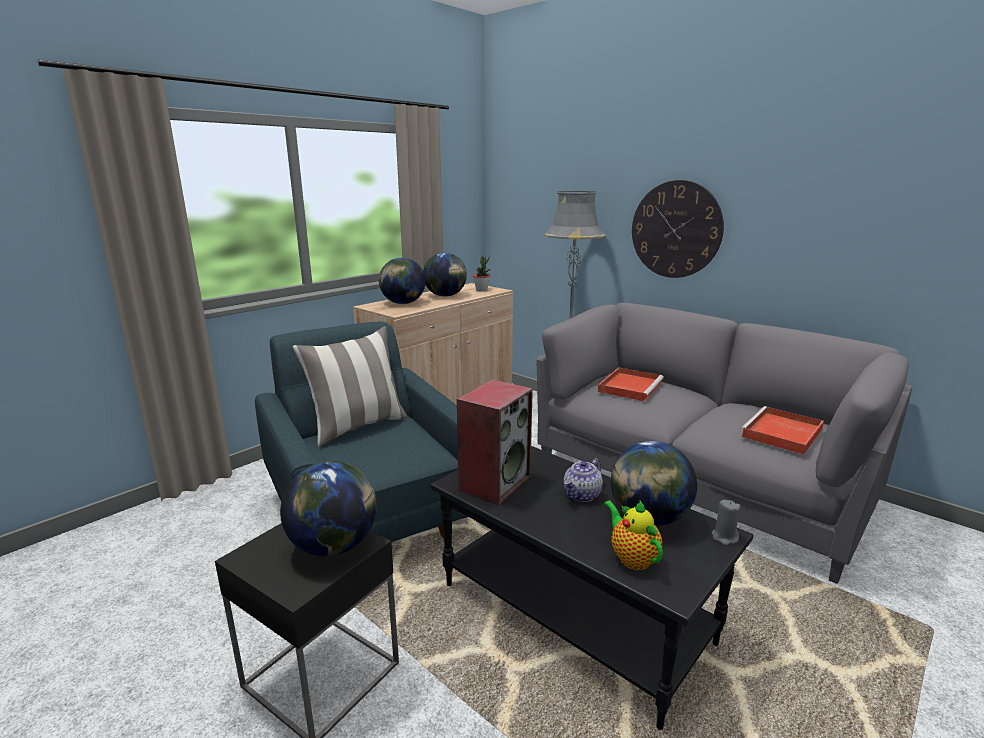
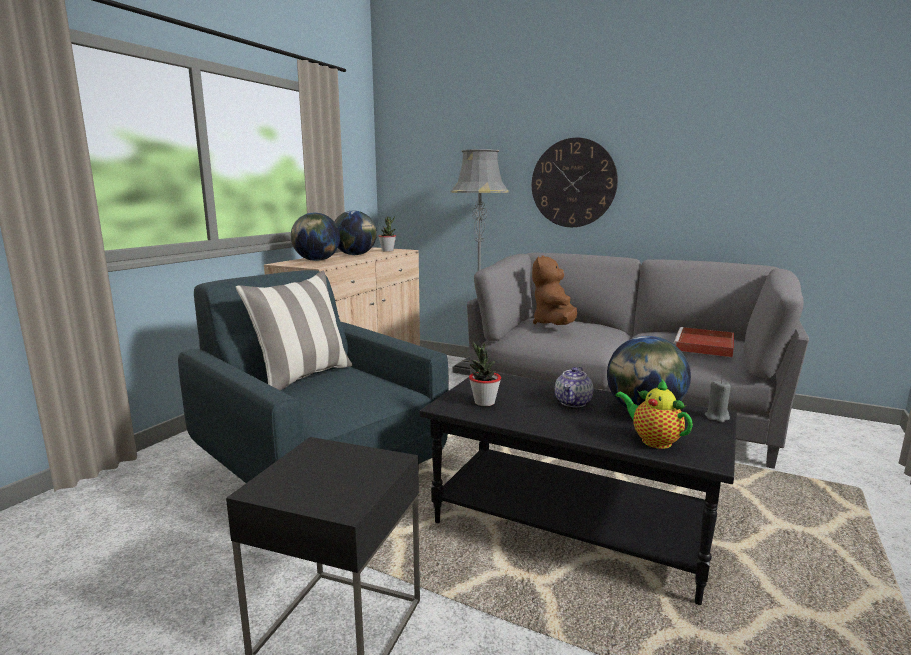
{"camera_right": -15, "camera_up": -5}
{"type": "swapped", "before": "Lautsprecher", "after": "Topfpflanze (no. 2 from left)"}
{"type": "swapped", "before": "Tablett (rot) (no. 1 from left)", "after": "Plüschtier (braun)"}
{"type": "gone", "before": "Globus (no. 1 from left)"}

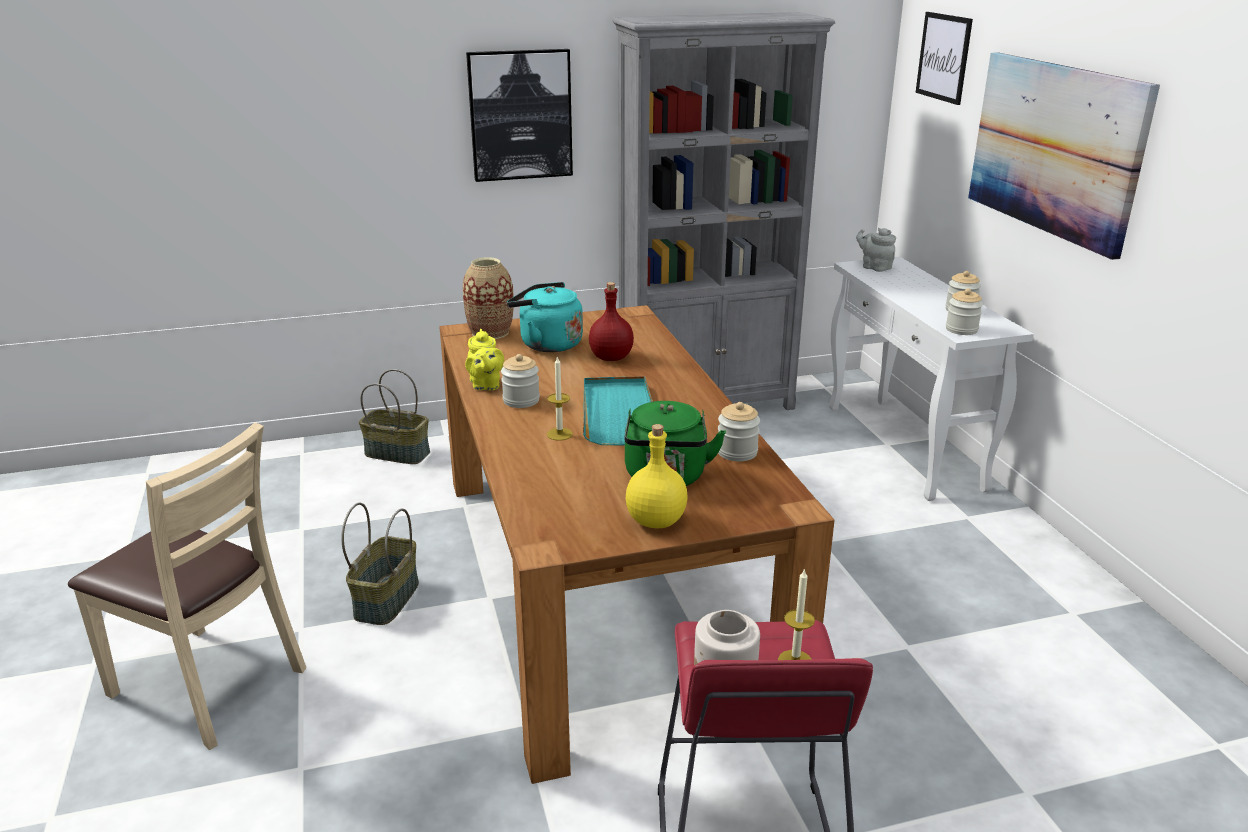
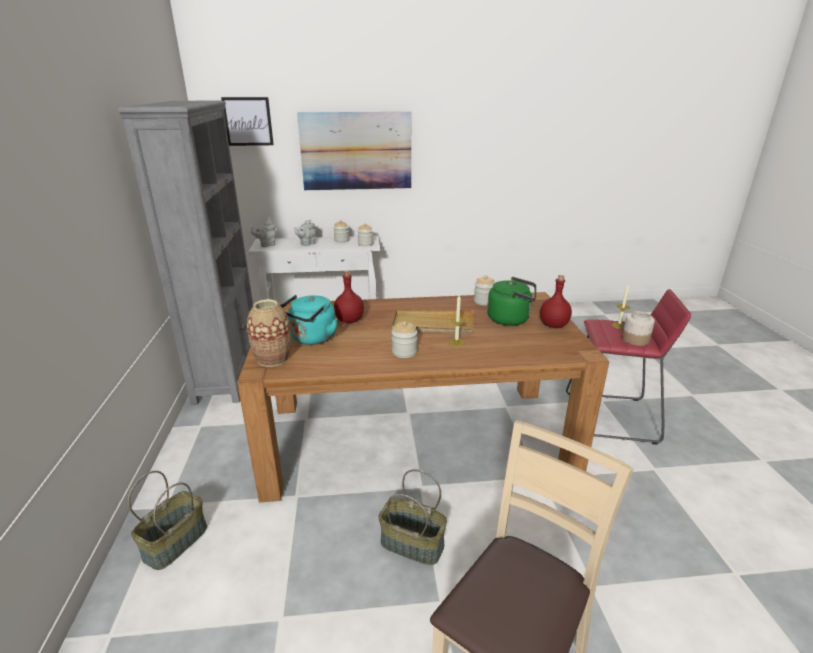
{"camera_right": -80, "camera_up": 0}
{"type": "new", "after": "Teekanne (grau) (no. 2 from left)"}
{"type": "repainted", "before": "Tablett (türkis)", "after": "Tablett (beige)"}
{"type": "repainted", "before": "Flasche (gelb)", "after": "Flasche (rot) (no. 2 from left)"}
{"type": "gone", "before": "Teekanne (gelb)"}
{"type": "gone", "before": "Bild (no. 1 from left)"}

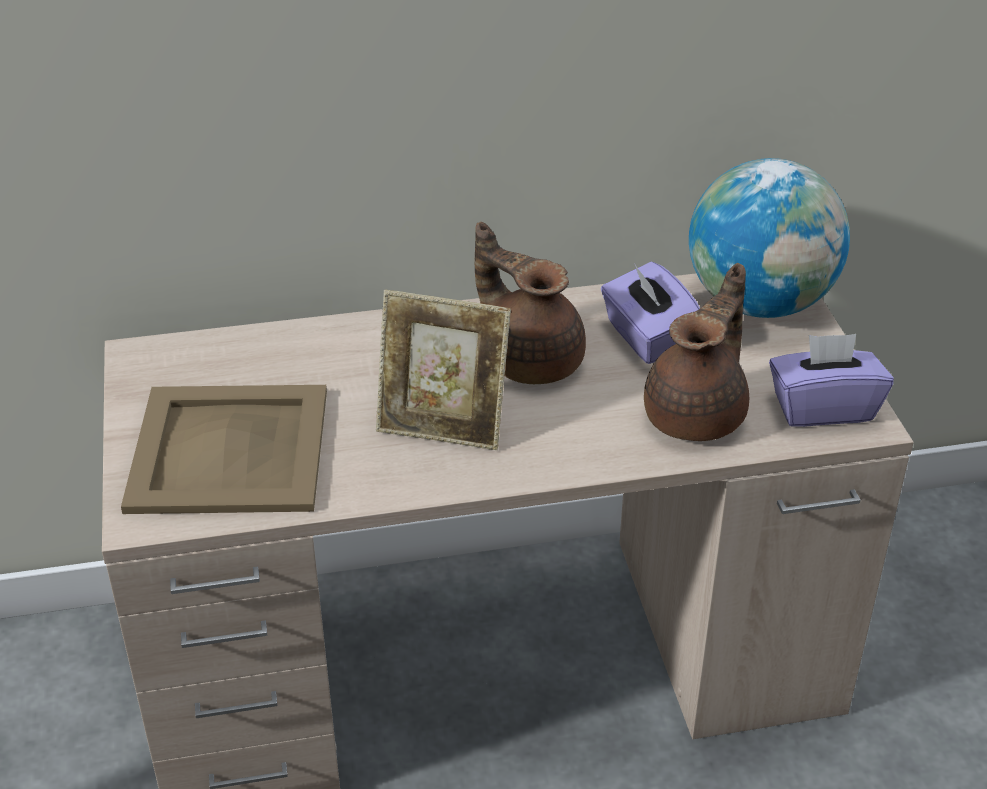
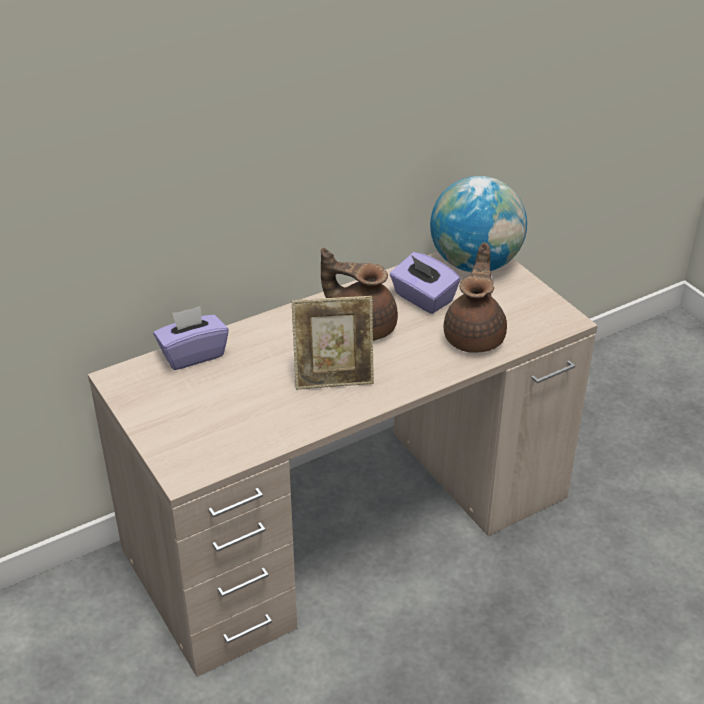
{"camera_right": -20, "camera_up": 0}
{"type": "shifted", "before": "Taschentuchbox (lila) (no. 2 from left in the first image)", "after": "Taschentuchbox (lila) (no. 1 from left)"}
{"type": "gone", "before": "Tablett (beige)"}

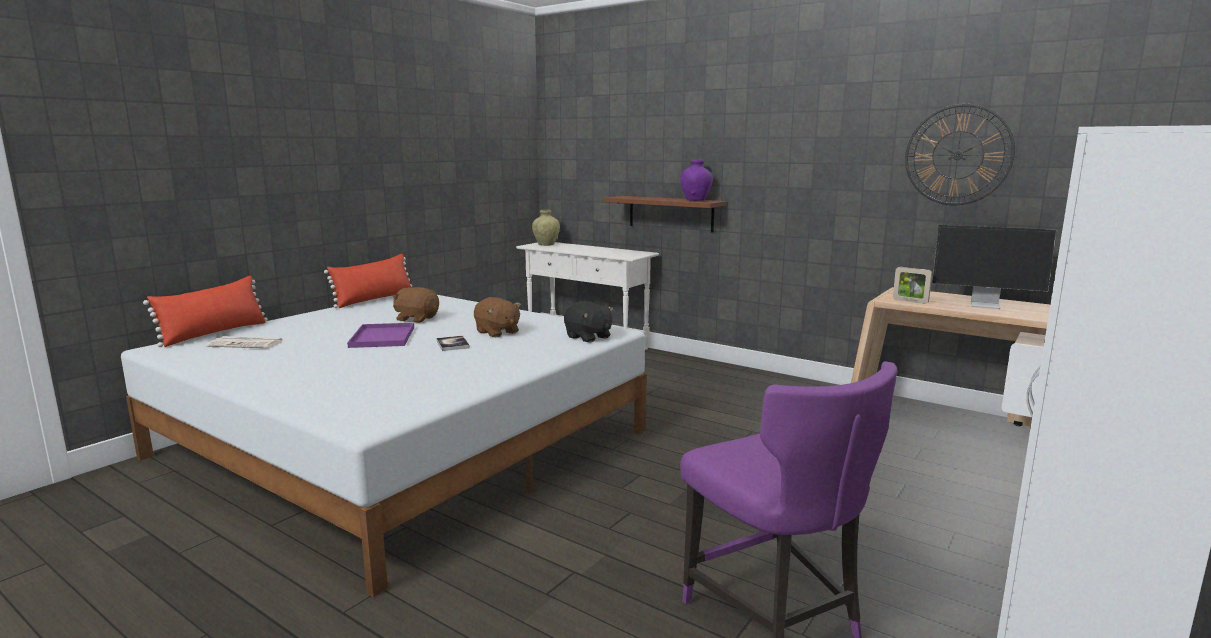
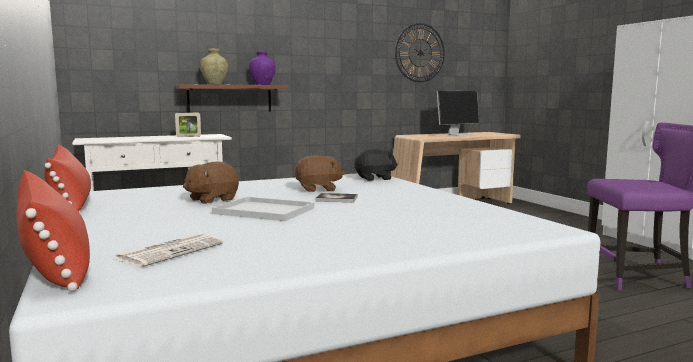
{"camera_right": -60, "camera_up": -5}
{"type": "shifted", "before": "Bilderrahmen"}
{"type": "shifted", "before": "Vase (beige)"}
{"type": "repainted", "before": "Tablett (lila)", "after": "Tablett (weiß)"}

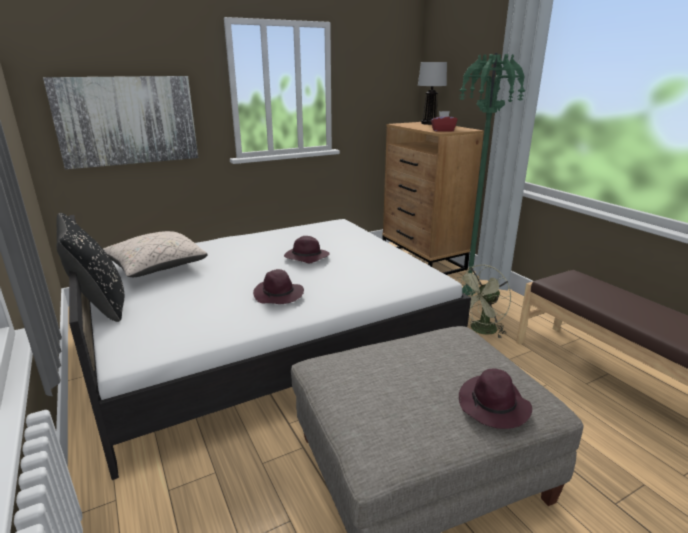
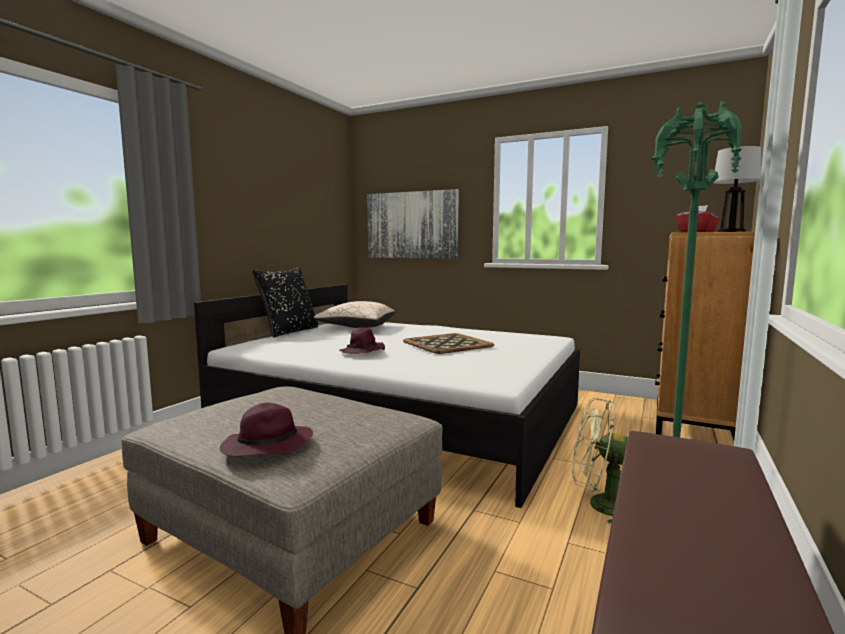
{"camera_right": 55, "camera_up": -15}
{"type": "swapped", "before": "Hut (lila) (no. 2 from left)", "after": "Tablett"}

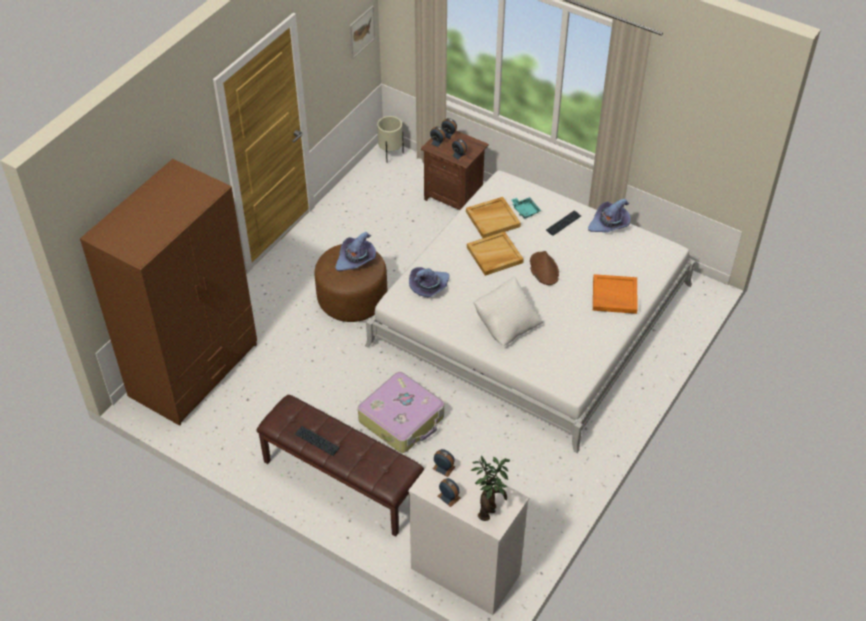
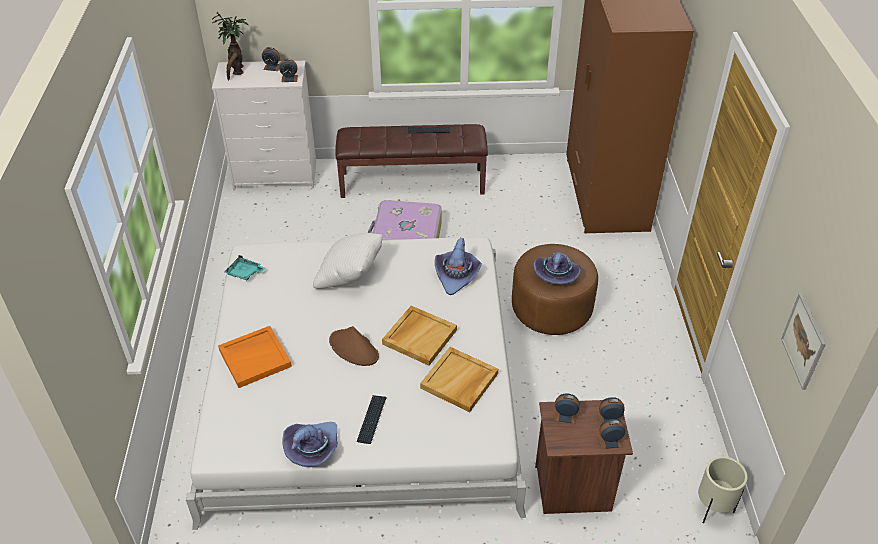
{"camera_right": 145, "camera_up": -5}
{"type": "shifted", "before": "Tablett (türkis)"}

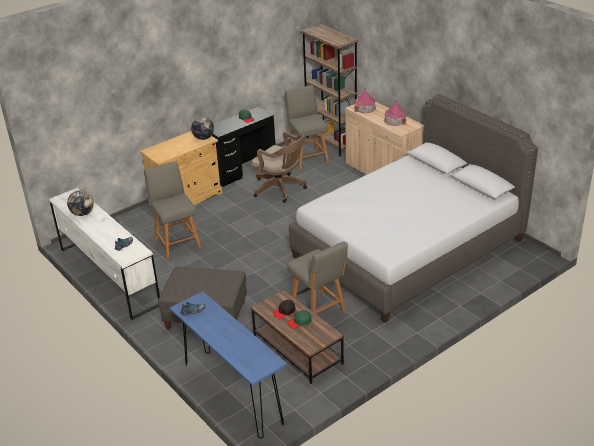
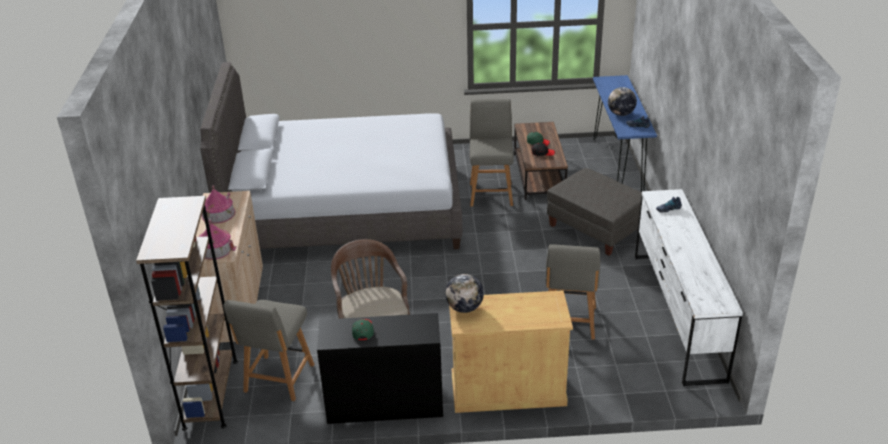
{"camera_right": -145, "camera_up": 0}
{"type": "shifted", "before": "Globus (no. 1 from left in the first image)", "after": "Globus (no. 2 from left)"}

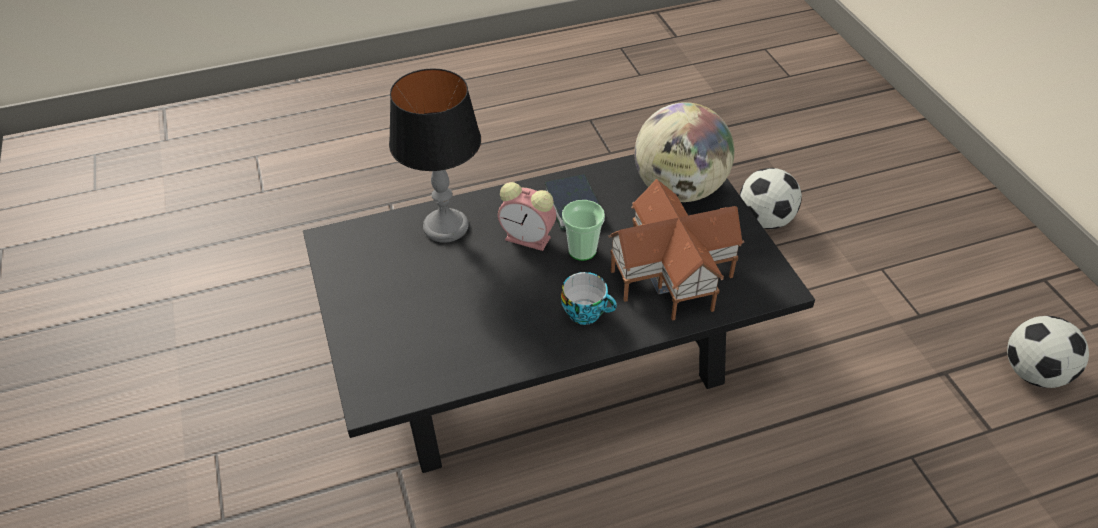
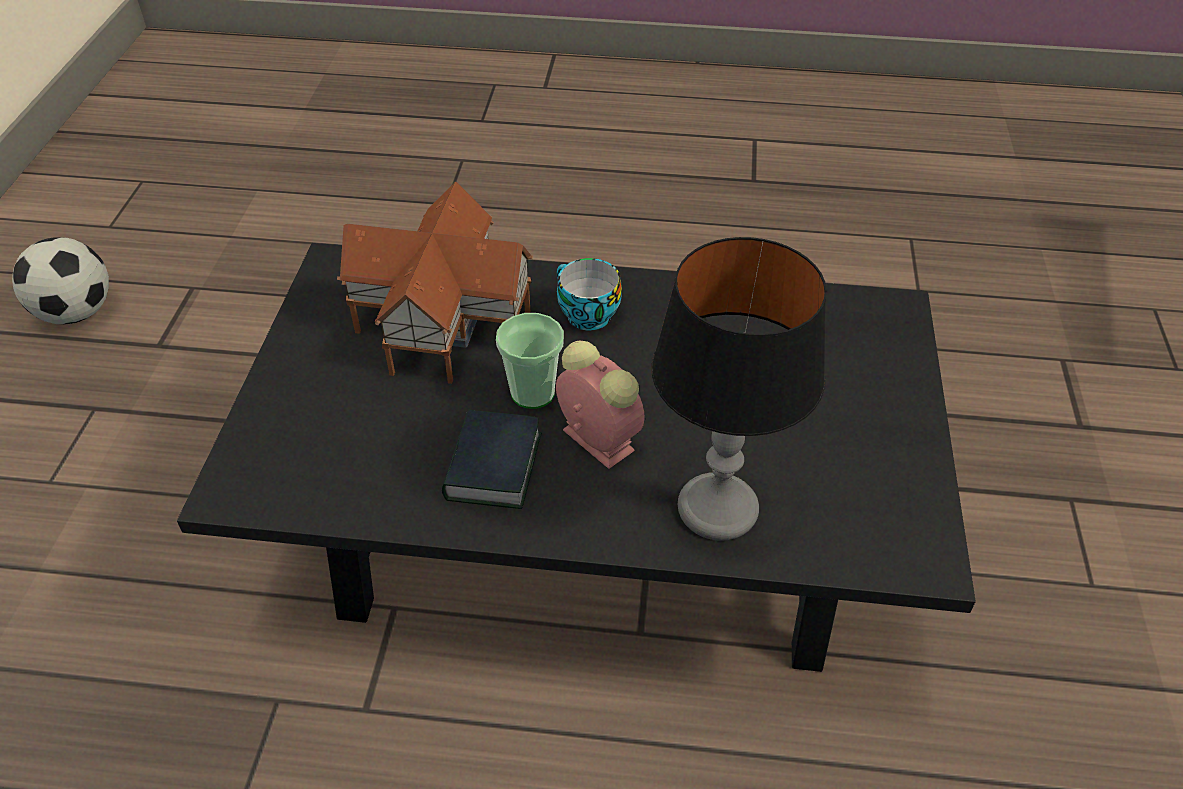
{"camera_right": -155, "camera_up": 0}
{"type": "gone", "before": "Globus"}
{"type": "gone", "before": "Fußball (no. 1 from left)"}

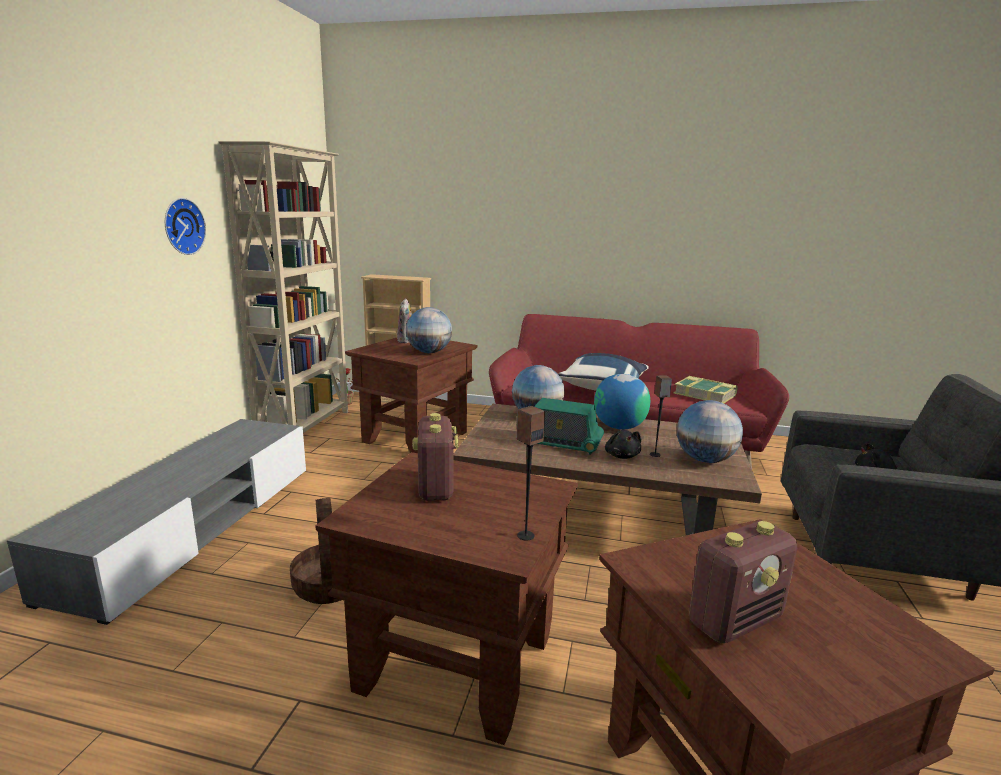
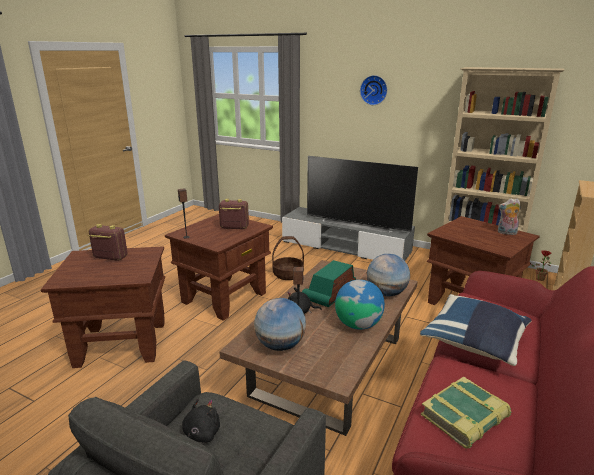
{"camera_right": 105, "camera_up": 5}
{"type": "rotated", "before": "Radio (no. 3 from left in the first image)", "turn": 120}
{"type": "new", "after": "Fernseher"}
{"type": "shifted", "before": "Wanduhr"}
{"type": "gone", "before": "Globus (no. 1 from left)"}

